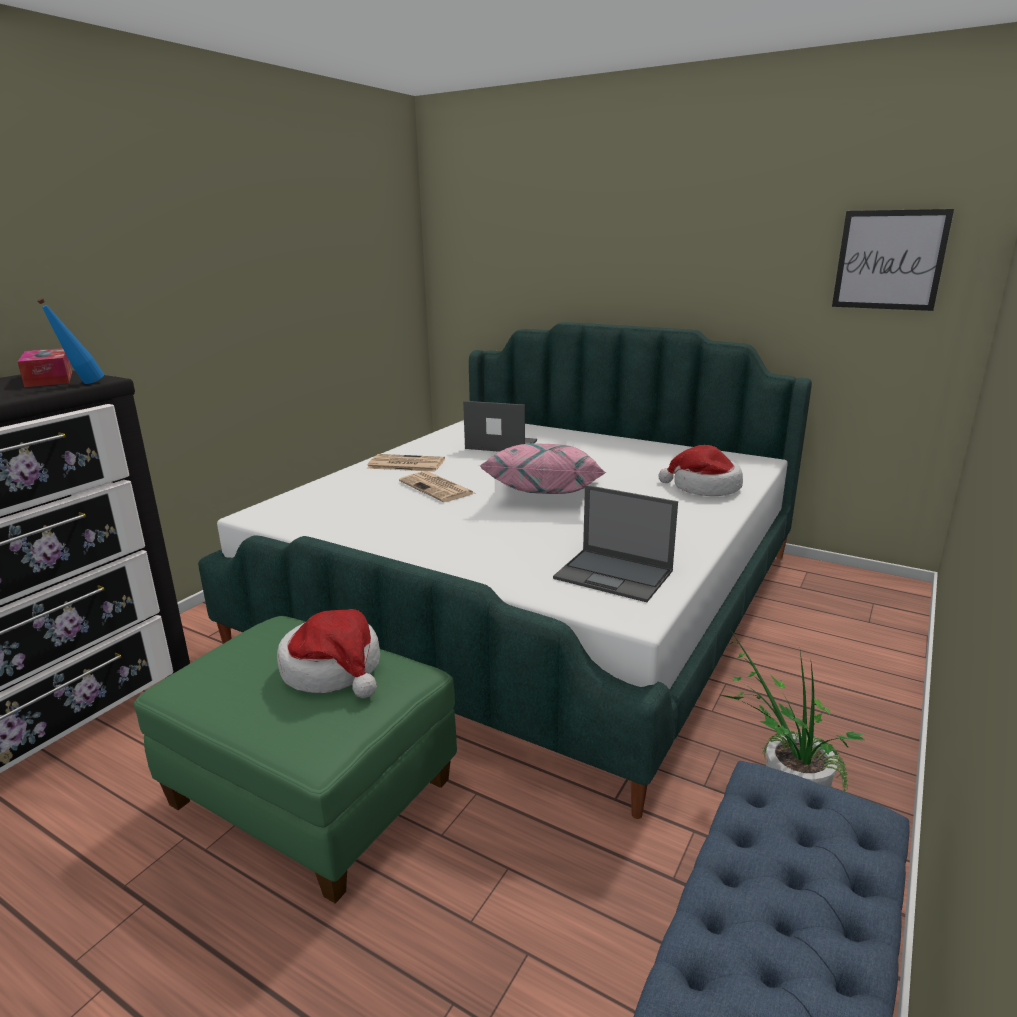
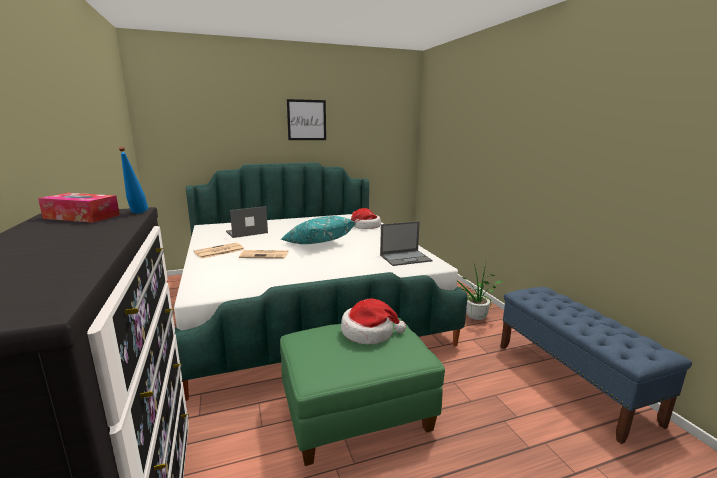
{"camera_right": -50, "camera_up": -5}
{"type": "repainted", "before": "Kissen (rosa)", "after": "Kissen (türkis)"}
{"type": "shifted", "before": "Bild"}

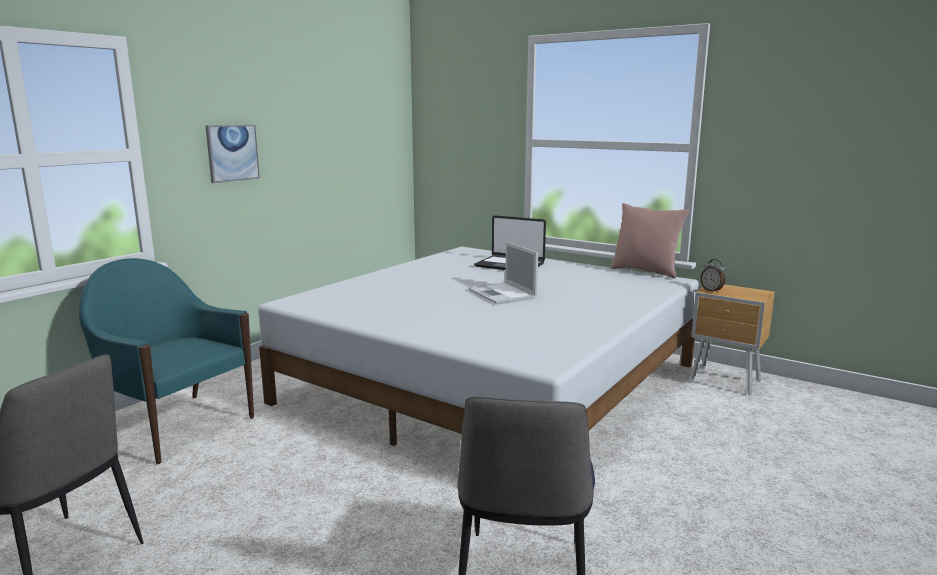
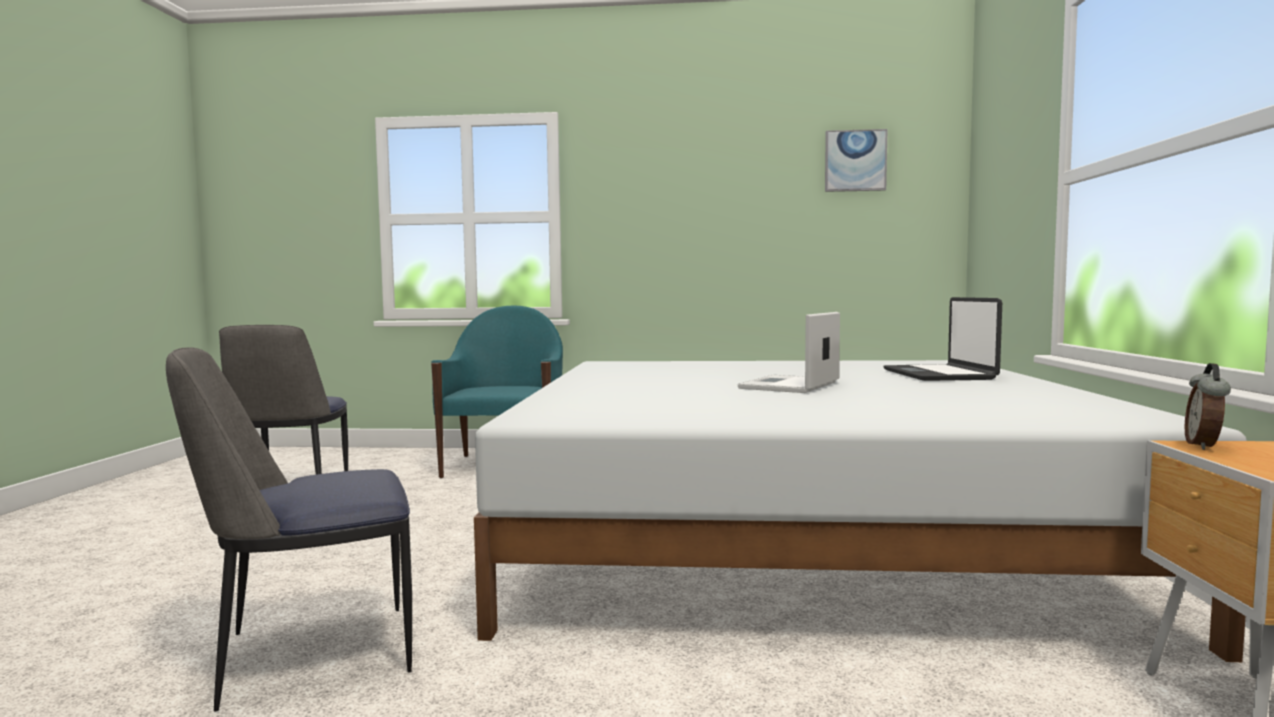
{"camera_right": 60, "camera_up": -10}
{"type": "shifted", "before": "Bild"}
{"type": "gone", "before": "Kissen (rosa)"}

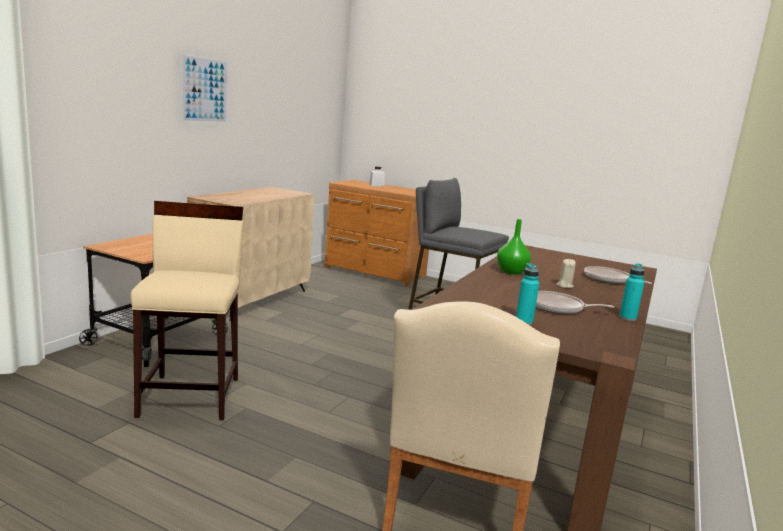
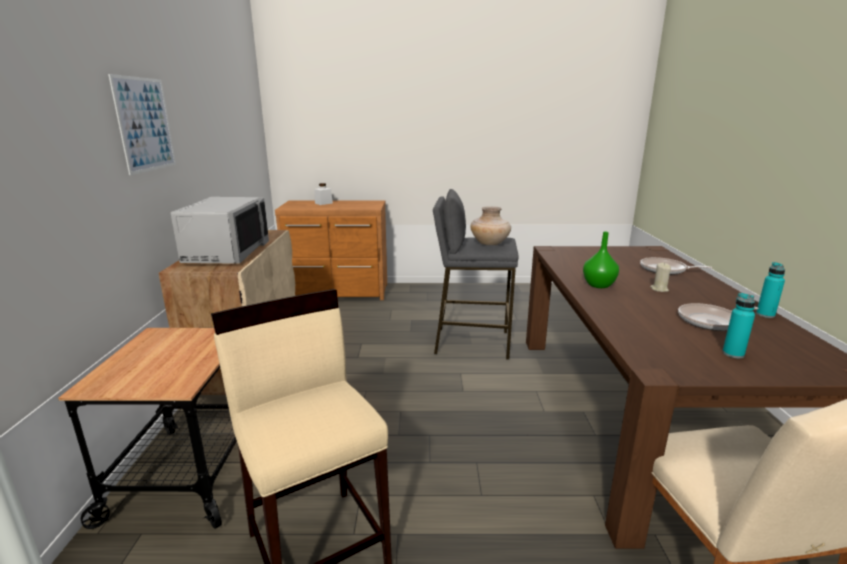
{"camera_right": -25, "camera_up": 5}
{"type": "new", "after": "Mikrowelle (grau)"}
{"type": "new", "after": "Vase (beige)"}

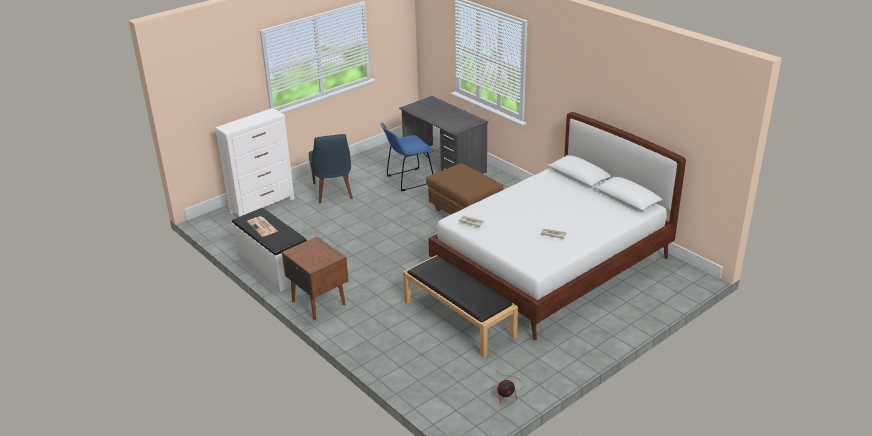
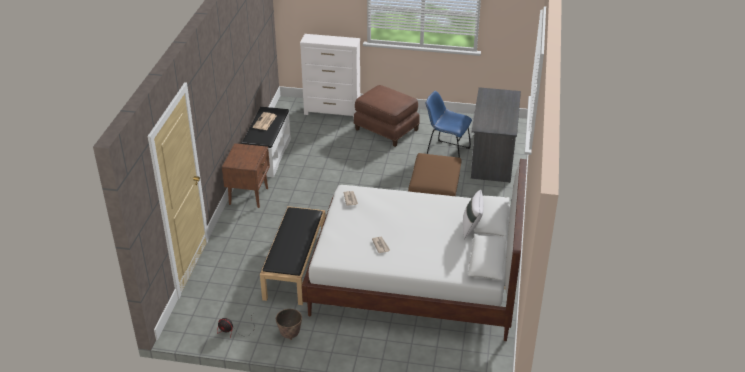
{"camera_right": 50, "camera_up": 5}
{"type": "new", "after": "Pflanzkübel"}
{"type": "swapped", "before": "Stuhl (blau) (no. 1 from left)", "after": "Polsterhocker (braun) (no. 1 from left)"}
{"type": "new", "after": "Kissen (weiß)"}

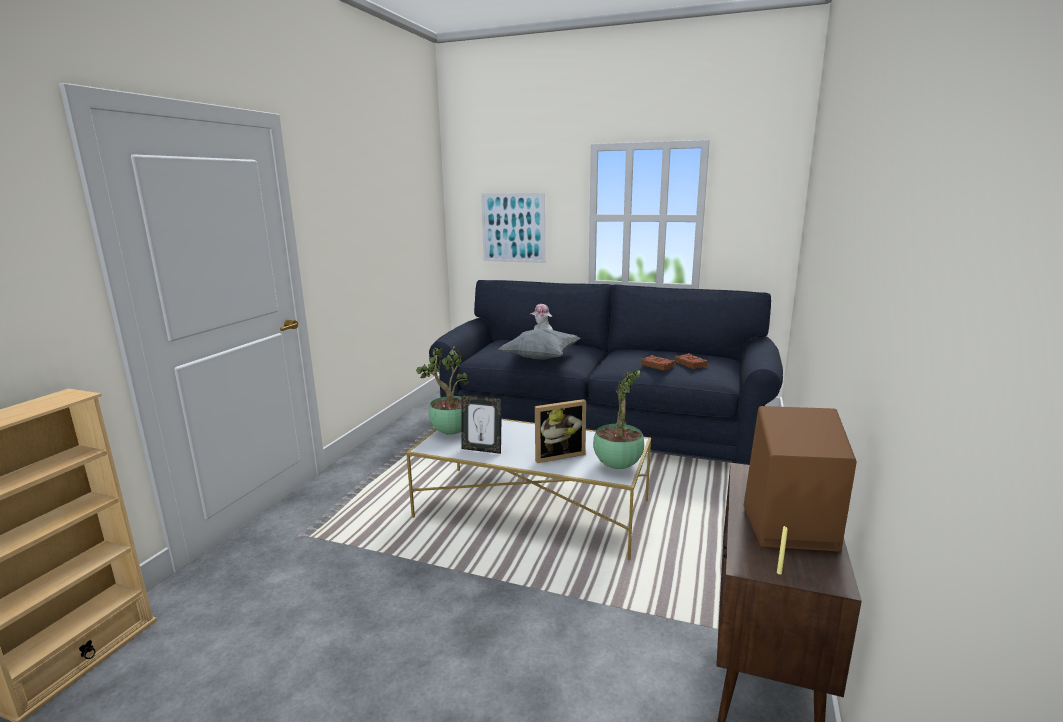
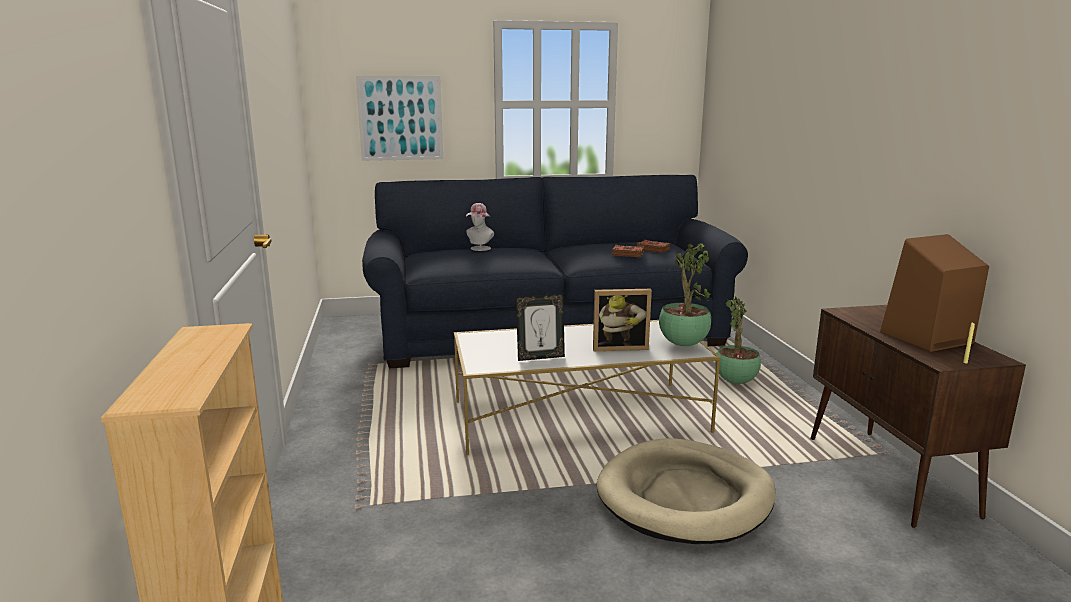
{"camera_right": -30, "camera_up": 0}
{"type": "rotated", "before": "Bilderrahmen (no. 2 from left)", "turn": 45}
{"type": "new", "after": "Hundebett (beige)"}
{"type": "shifted", "before": "Topfpflanze (no. 1 from left in the first image)", "after": "Topfpflanze (no. 2 from left)"}
{"type": "gone", "before": "Kissen (grau)"}

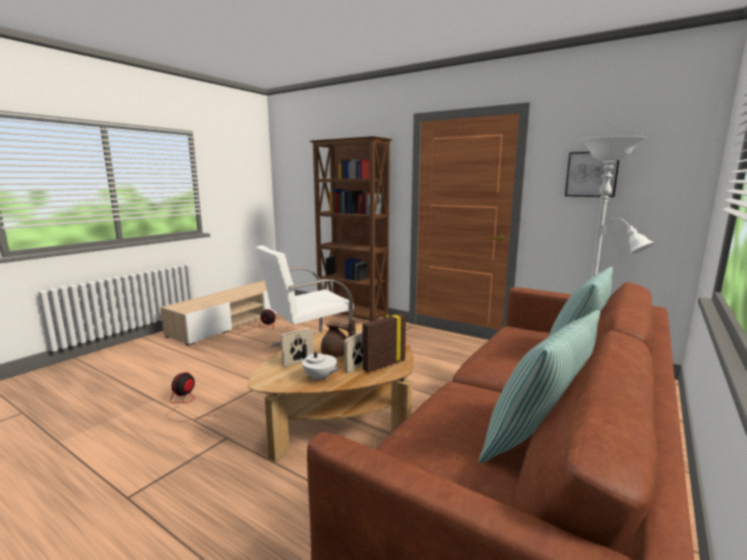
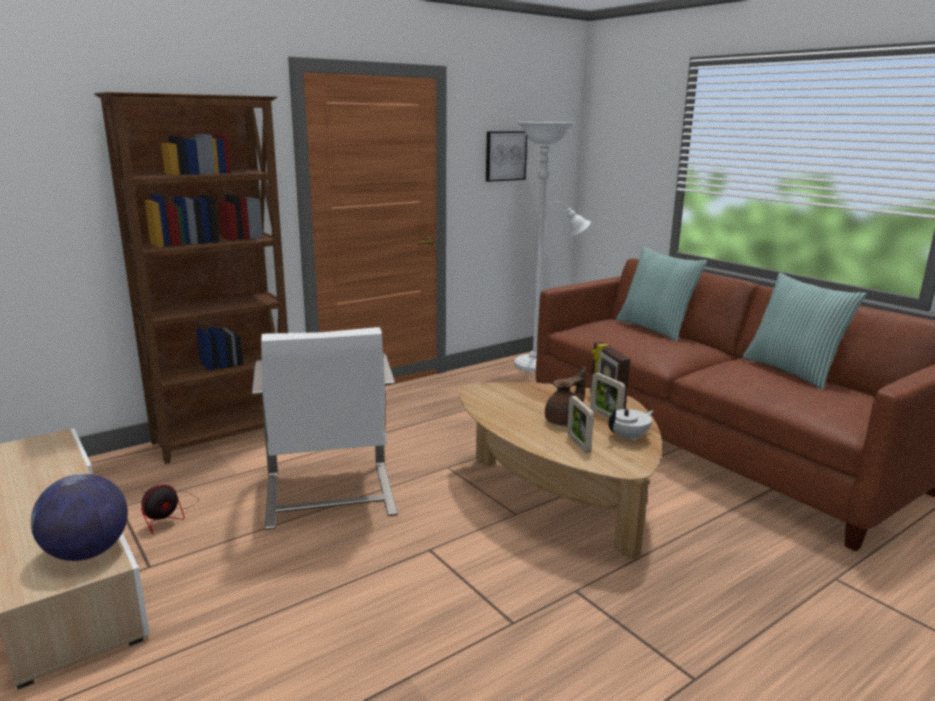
{"camera_right": -70, "camera_up": 5}
{"type": "new", "after": "Globus"}
{"type": "gone", "before": "Ventilator (no. 1 from left)"}

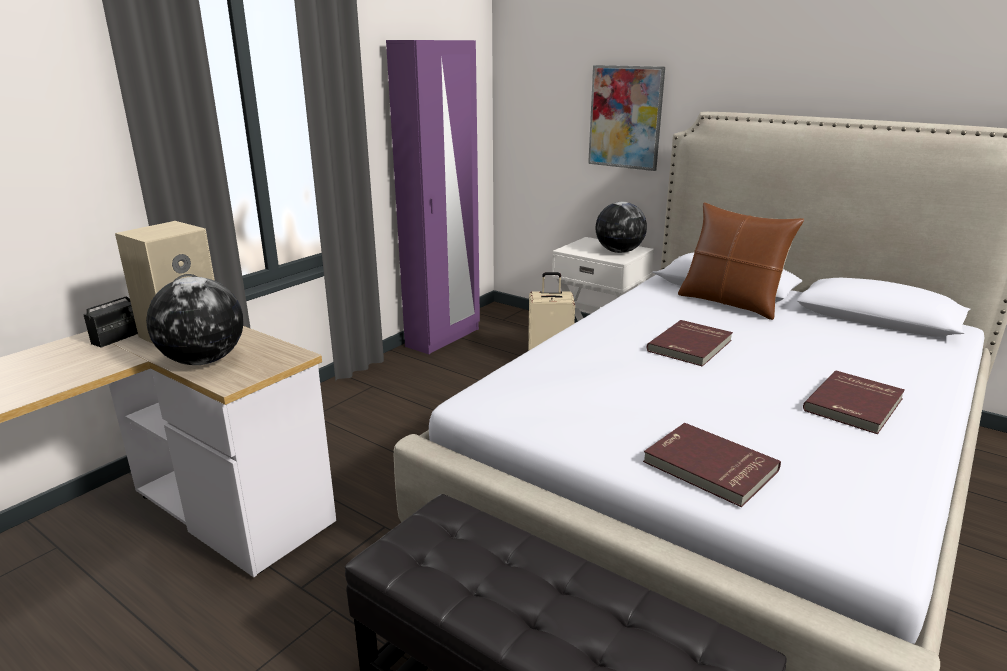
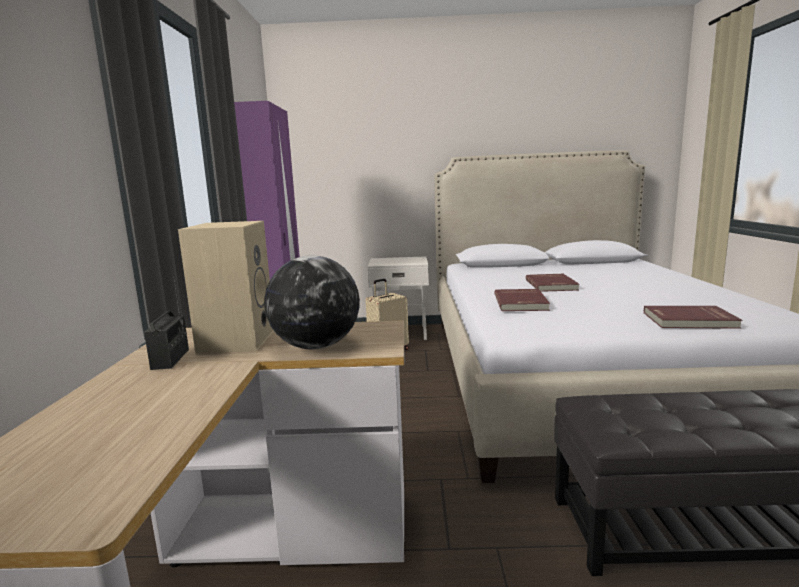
{"camera_right": -35, "camera_up": -10}
{"type": "shifted", "before": "Buch (rot) (no. 3 from left in the first image)", "after": "Buch (rot) (no. 1 from left)"}
{"type": "gone", "before": "Bild"}
{"type": "gone", "before": "Globus (no. 2 from left)"}
{"type": "gone", "before": "Kissen (braun)"}

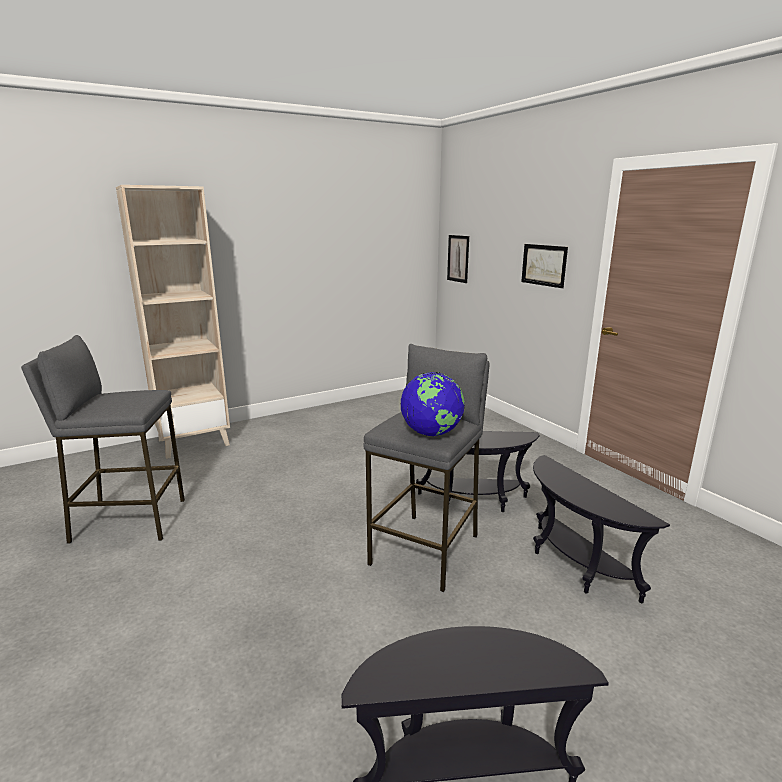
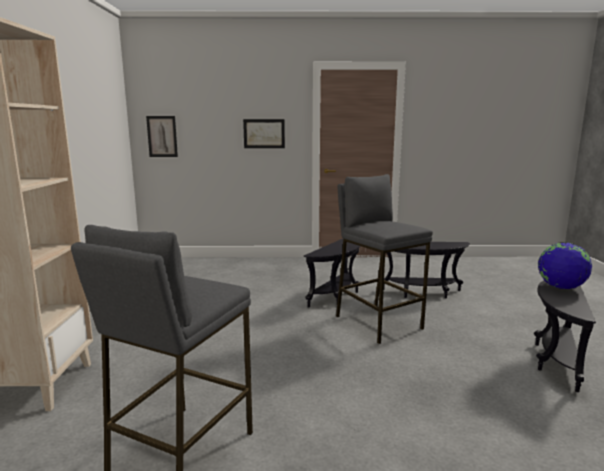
{"camera_right": -60, "camera_up": -5}
{"type": "shifted", "before": "Globus"}

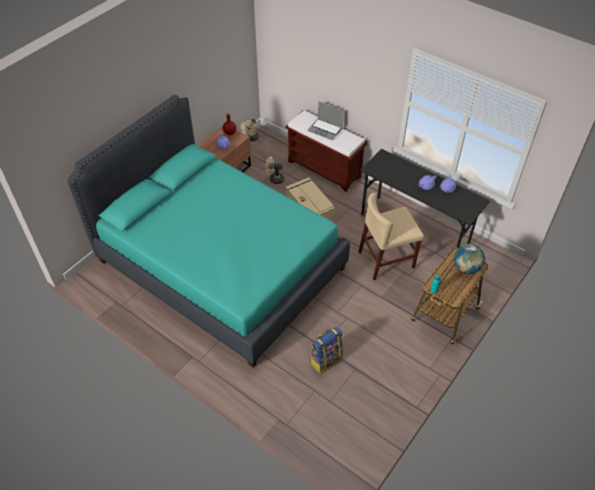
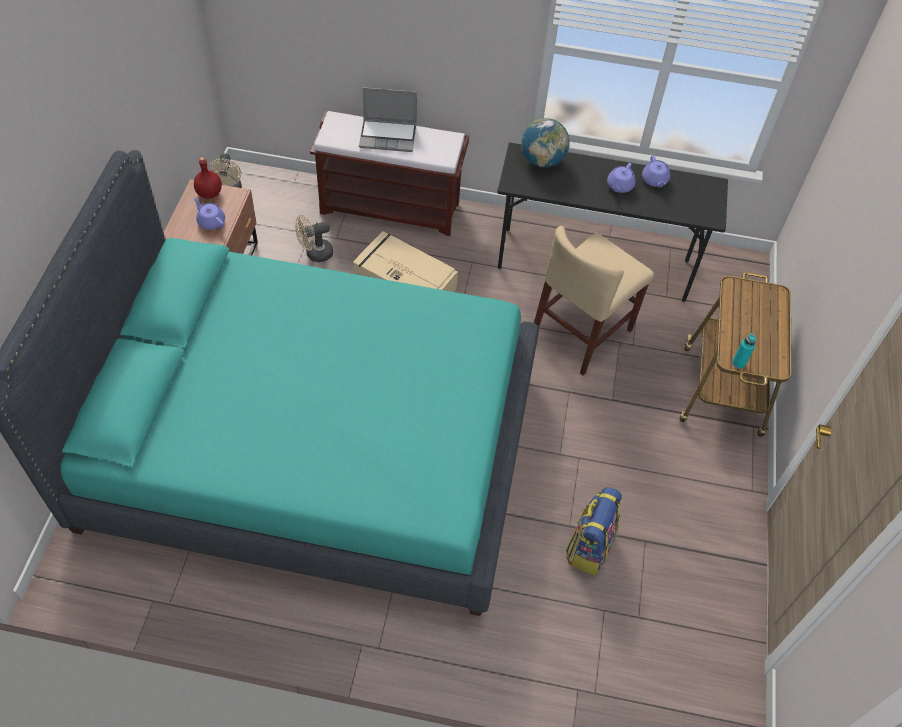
{"camera_right": -30, "camera_up": 5}
{"type": "shifted", "before": "Globus"}

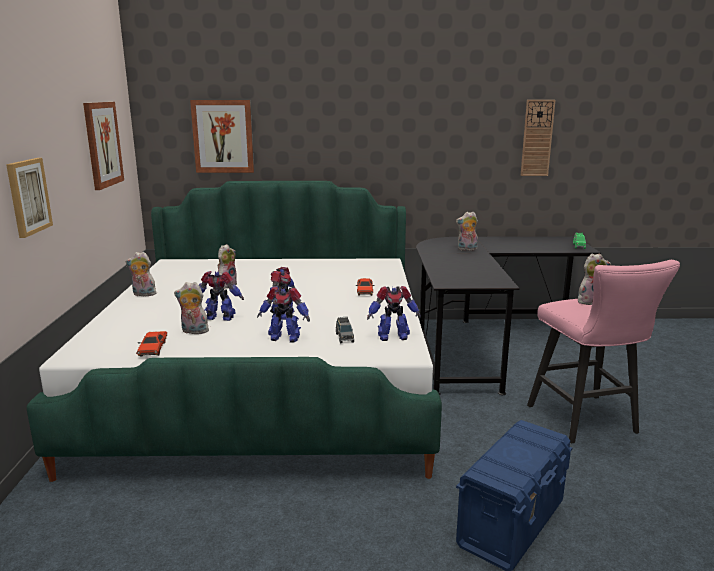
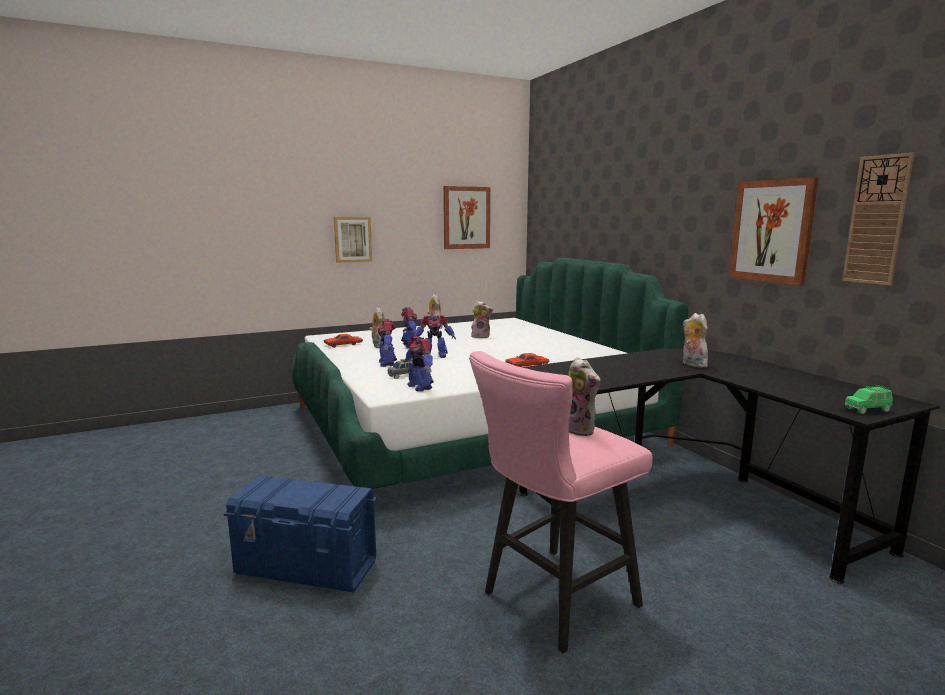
{"camera_right": 65, "camera_up": -5}
{"type": "shifted", "before": "Bild (no. 3 from left)"}

